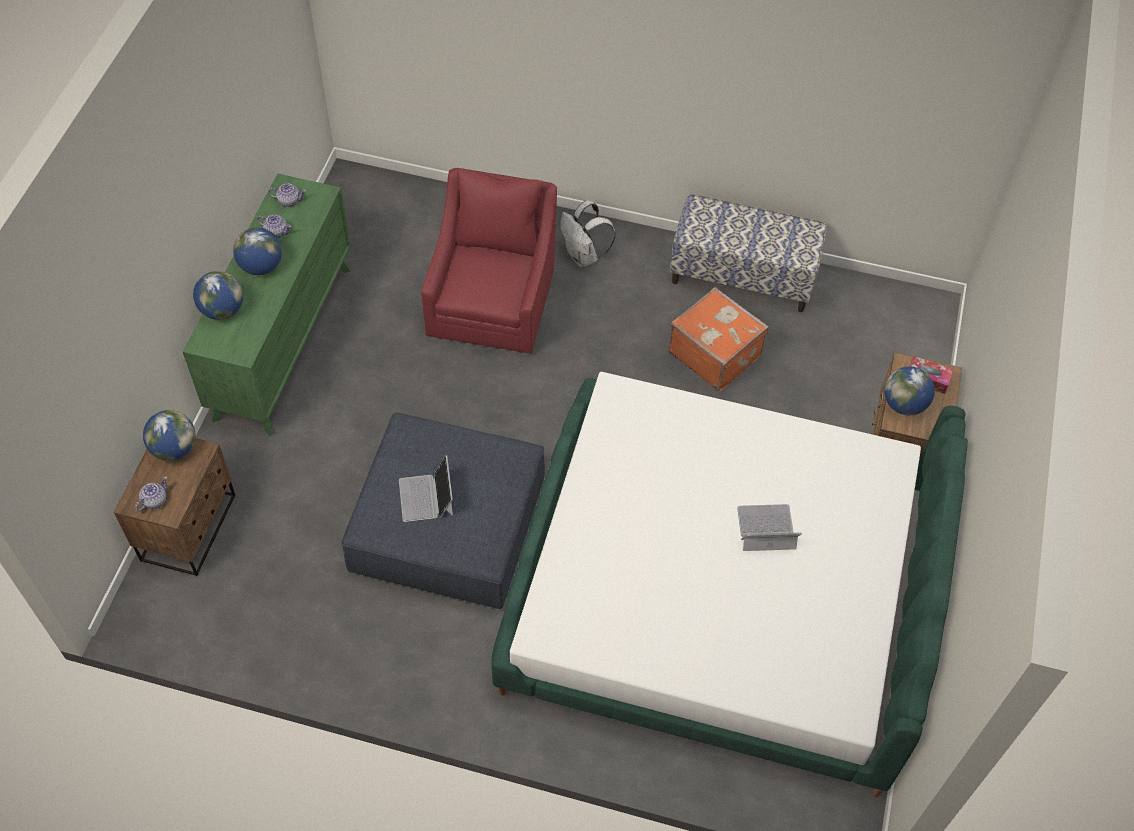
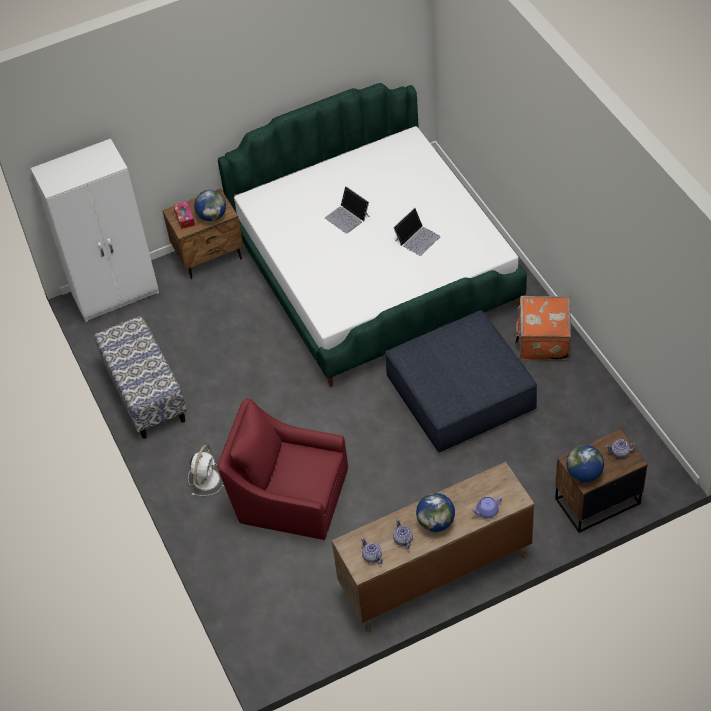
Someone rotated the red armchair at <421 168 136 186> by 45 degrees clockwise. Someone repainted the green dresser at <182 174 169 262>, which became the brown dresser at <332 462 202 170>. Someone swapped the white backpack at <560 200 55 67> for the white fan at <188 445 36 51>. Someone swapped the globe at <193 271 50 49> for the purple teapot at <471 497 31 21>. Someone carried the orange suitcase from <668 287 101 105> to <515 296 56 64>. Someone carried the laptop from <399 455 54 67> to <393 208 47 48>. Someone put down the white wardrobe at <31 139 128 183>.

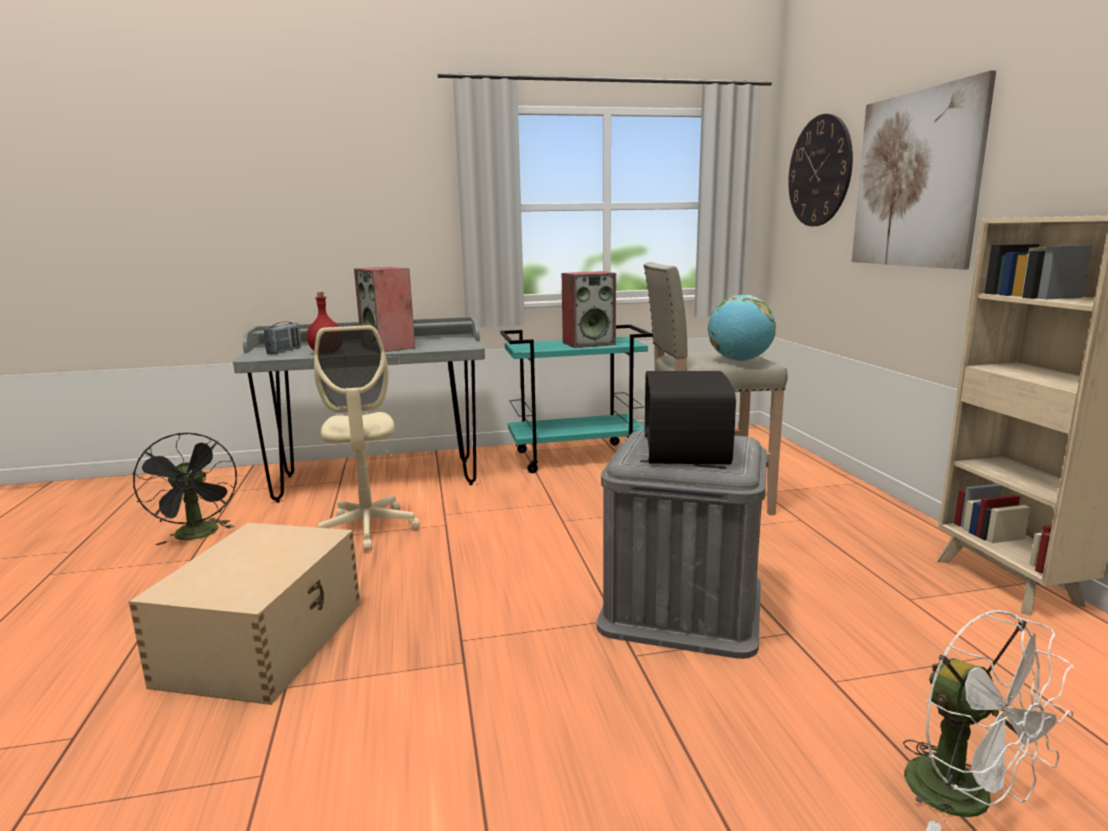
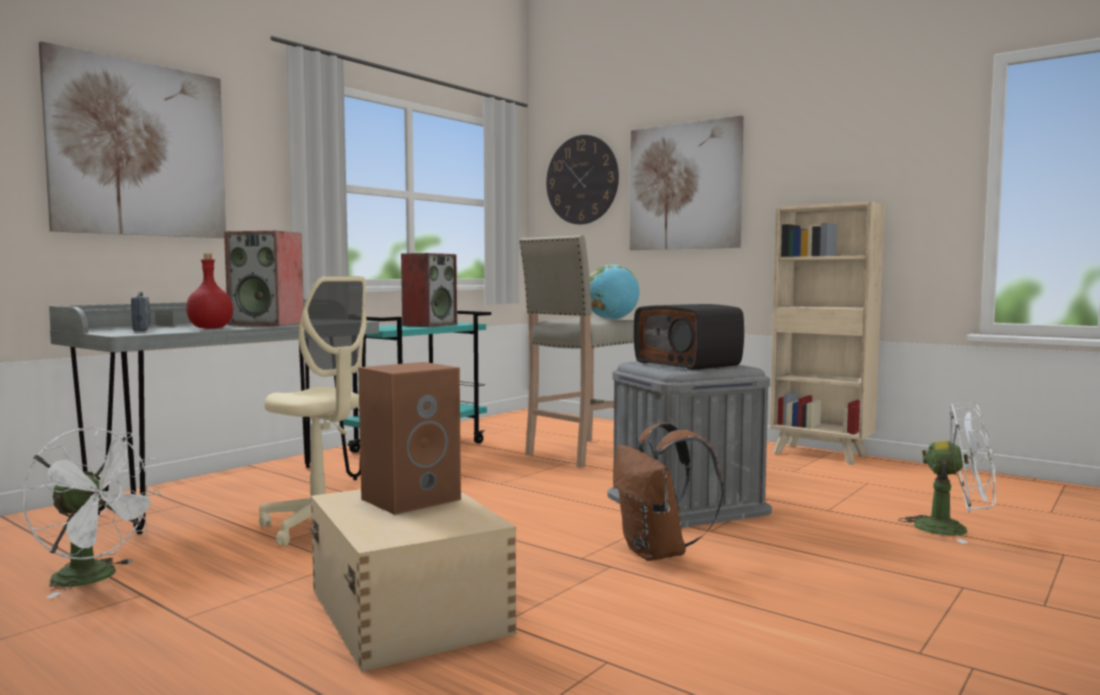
Someone repainted the black fan at <132 433 105 112>, which became the white fan at <22 427 140 171>. Someone put up the picture at <39 41 187 197>. Someone put down the brown speaker at <358 362 103 153>. Someone put down the brown backpack at <613 422 110 139>.

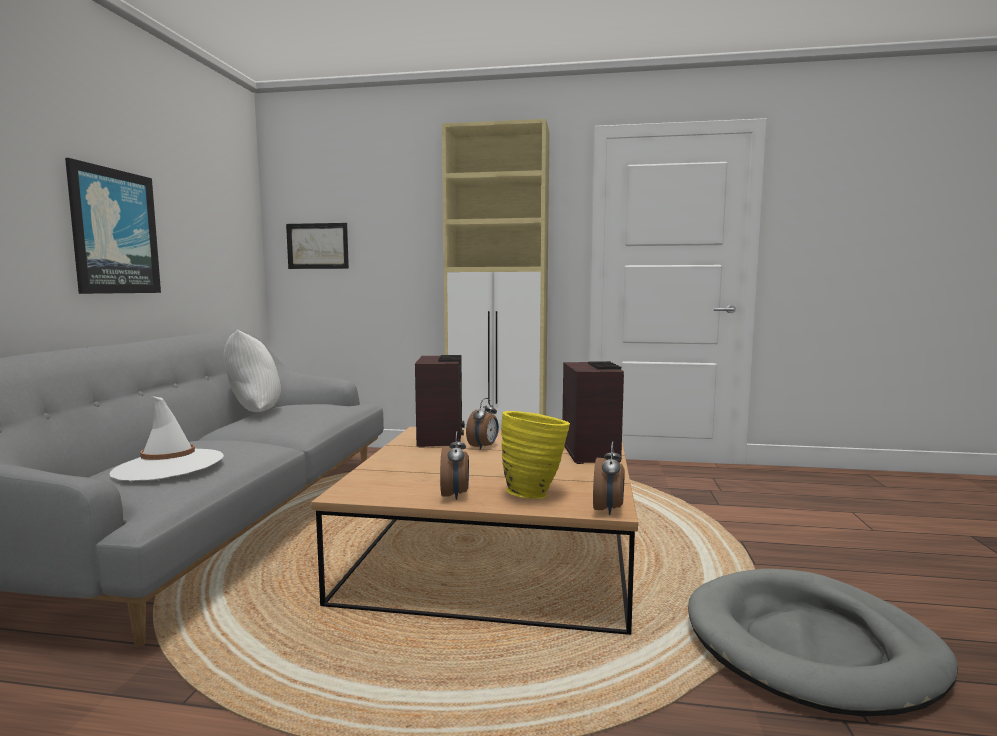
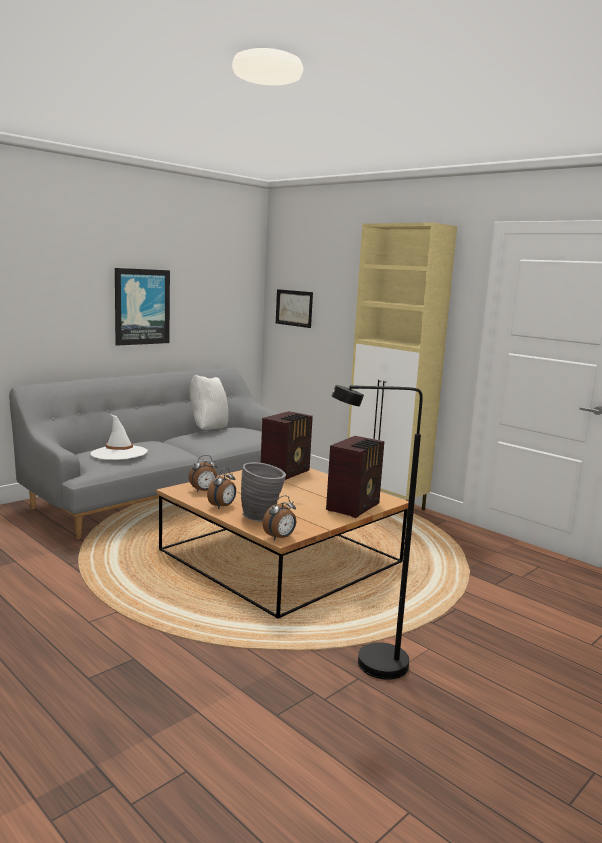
Someone carried the alarm clock from <466 398 33 52> to <189 455 29 37>. Someone repainted the yellow vase at <501 411 69 88>, which became the grey vase at <241 462 45 60>. Someone swapped the grey dog bed at <688 569 270 147> for the black floor lamp at <332 385 91 295>.

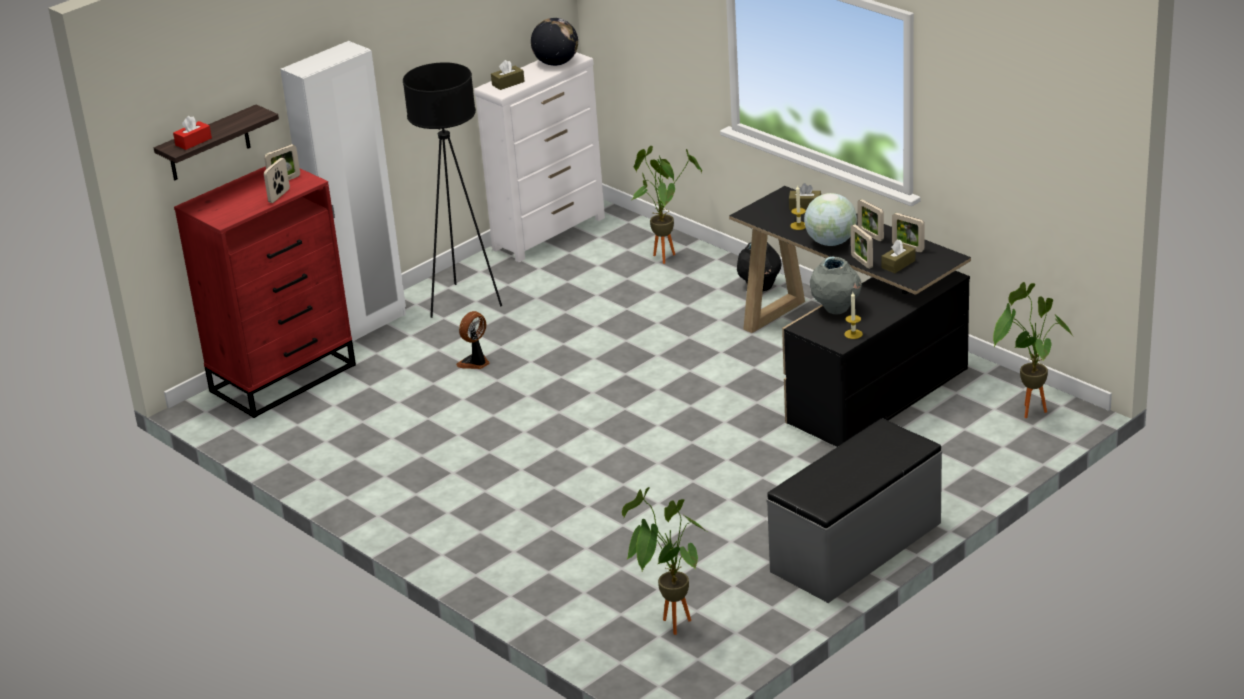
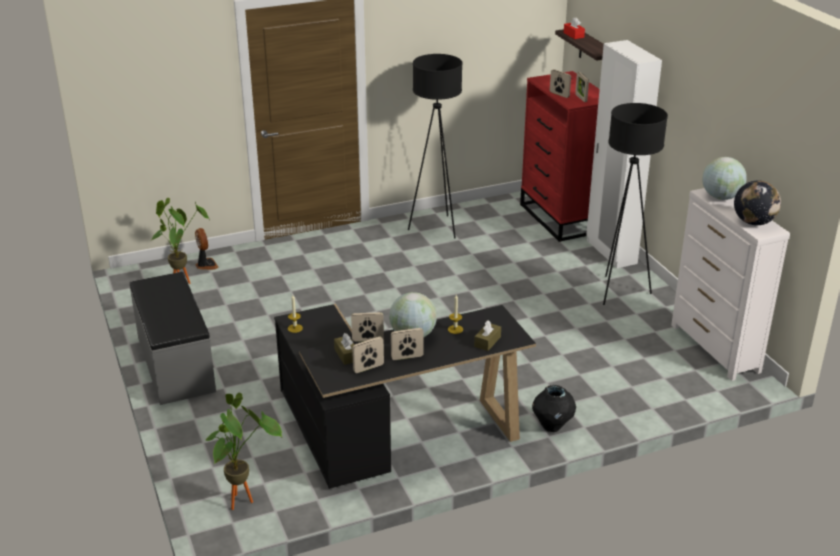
Someone swapped the brown tissue box at <491 60 34 30> for the globe at <702 157 45 43>. Someone took away the potted plant at <632 146 70 118>. Someone took away the grey vase at <810 257 52 57>. Someone carried the fan from <456 311 34 58> to <195 228 24 42>. Someone put down the black floor lamp at <408 54 55 185>.

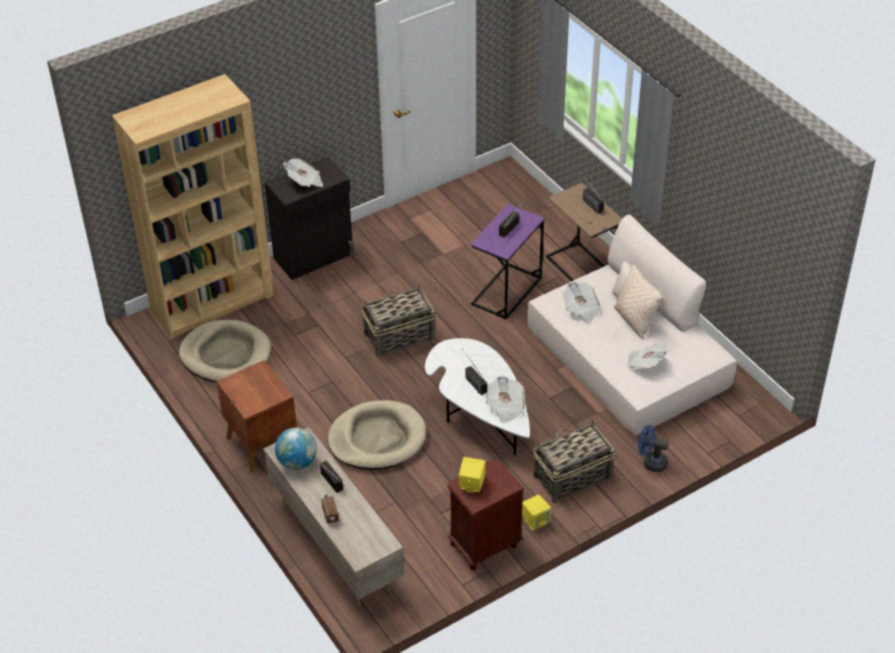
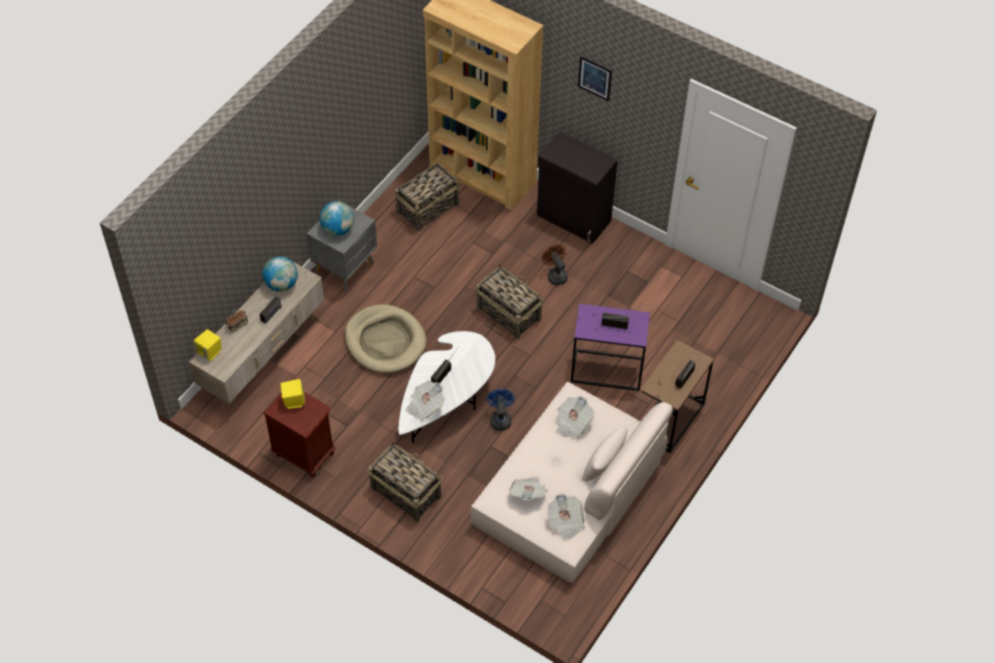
Someone carried the newspaper from <284 159 39 28> to <547 493 38 48>. Someone took away the beige pillow at <614 264 48 76>. Someone swapped the beige dog bed at <179 319 92 63> for the basket at <395 163 65 69>. Someone repainted the brown nightstand at <216 360 81 112>, which became the grey nightstand at <307 200 70 93>. Someone carried the blue fan from <638 425 31 47> to <487 389 28 42>. Someone carried the yellow speaker from <522 495 29 35> to <194 329 28 32>. Someone put up the picture at <578 56 34 45>. Someone put down the globe at <320 201 34 35>. Someone put down the brown fan at <542 245 26 40>.

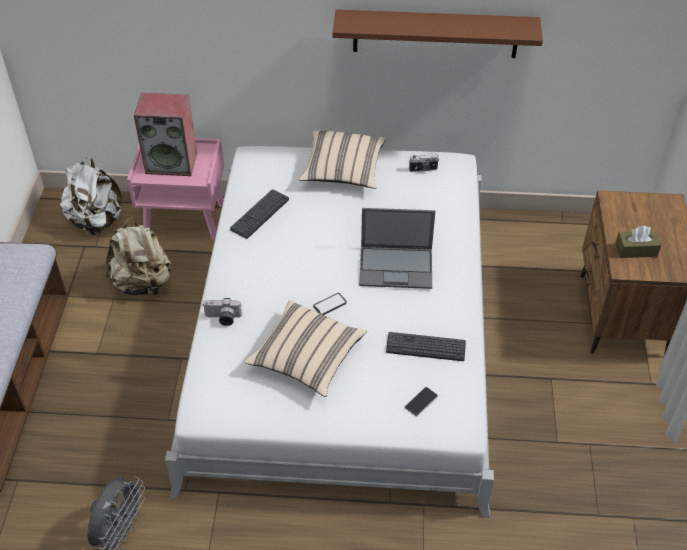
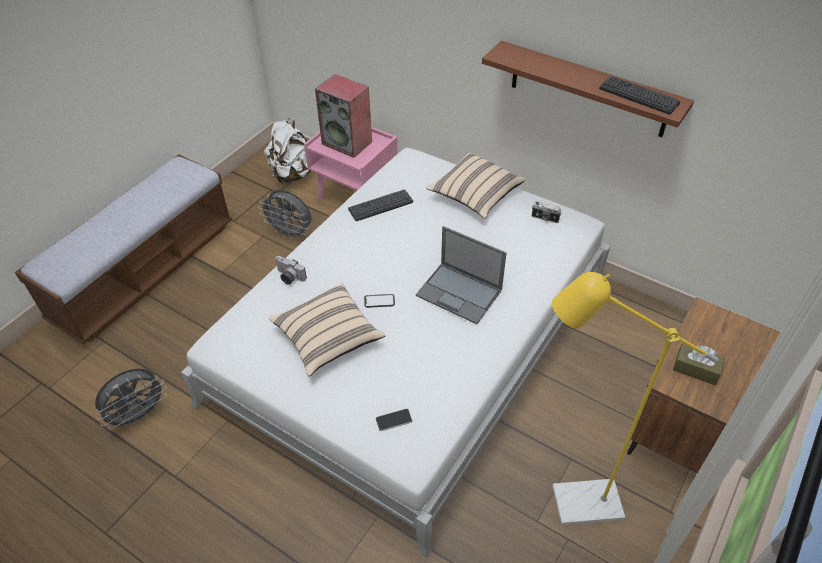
Someone swapped the beige backpack at <105 217 67 79> for the grey fan at <258 190 54 50>. Someone carried the keyboard from <386 332 80 29> to <599 76 81 39>. Someone put down the yellow floor lamp at <552 272 167 253>.

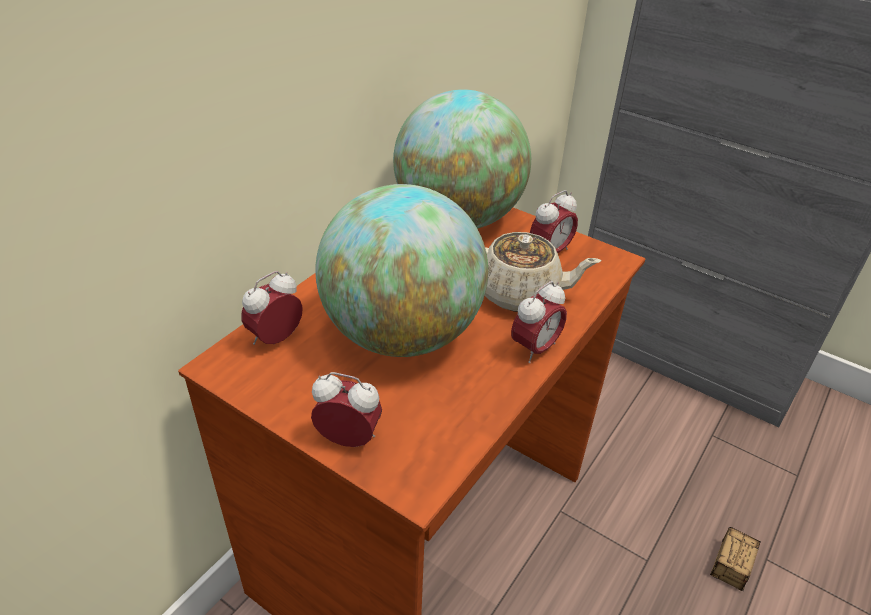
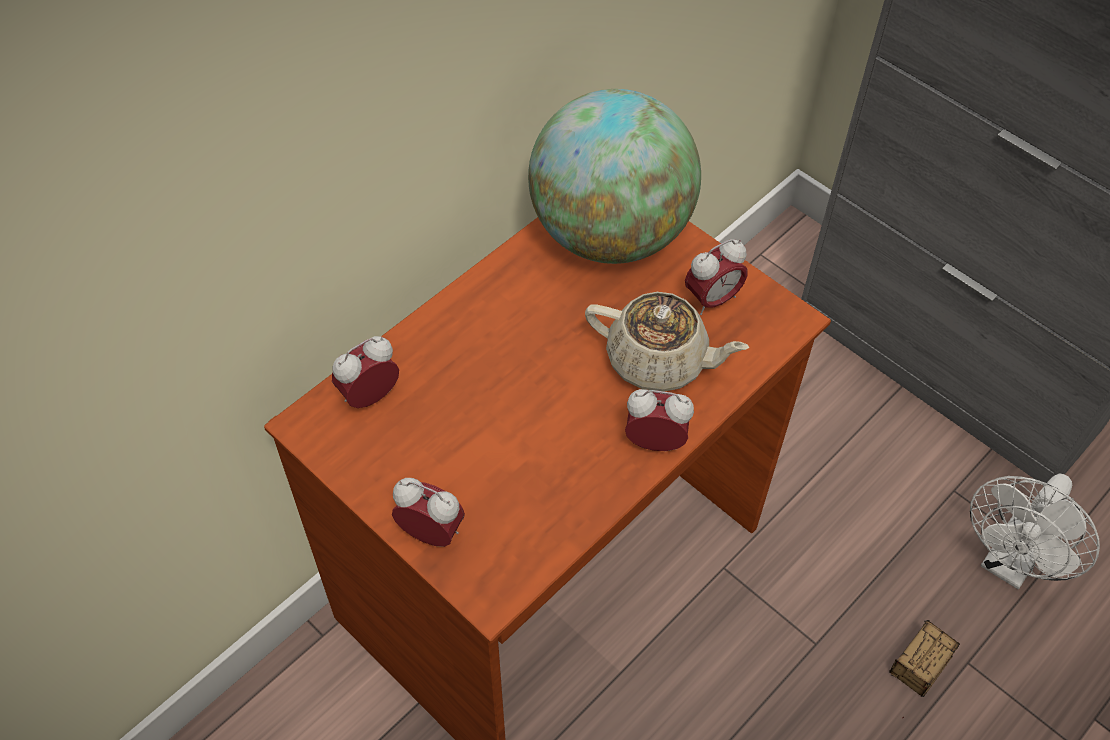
Someone took away the globe at <315 184 173 173>. Someone rotated the alarm clock at <511 281 56 82> by 135 degrees counterclockwise. Someone put down the white fan at <970 474 130 115>.

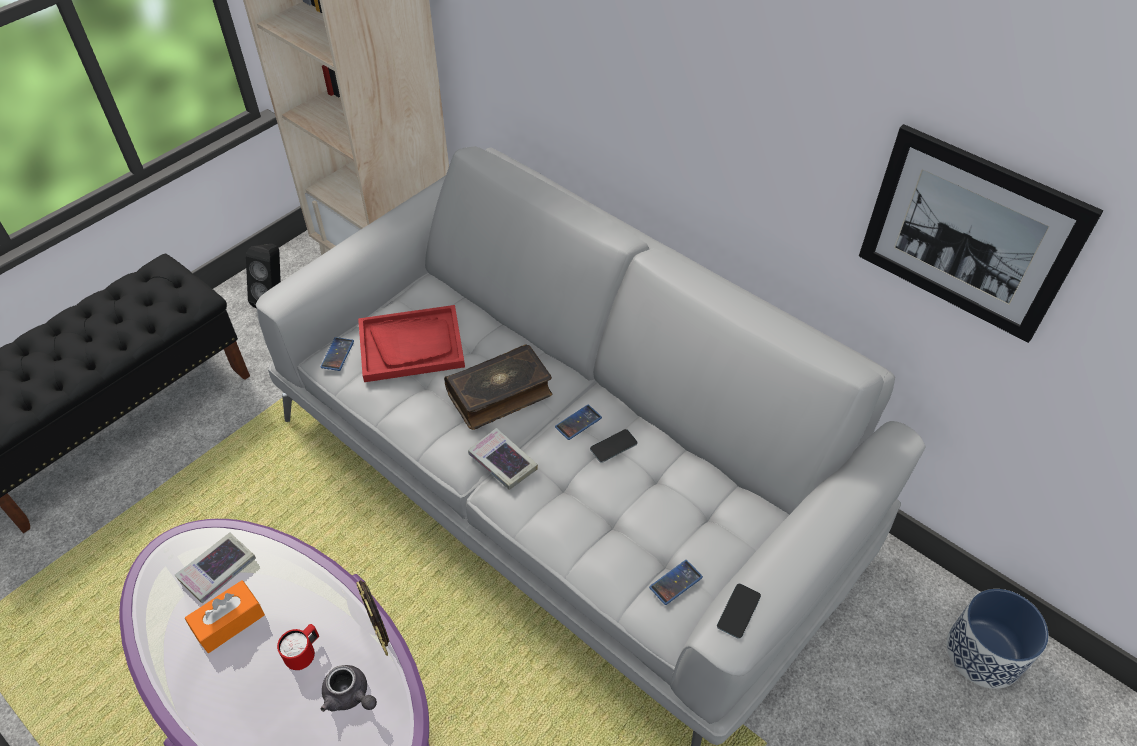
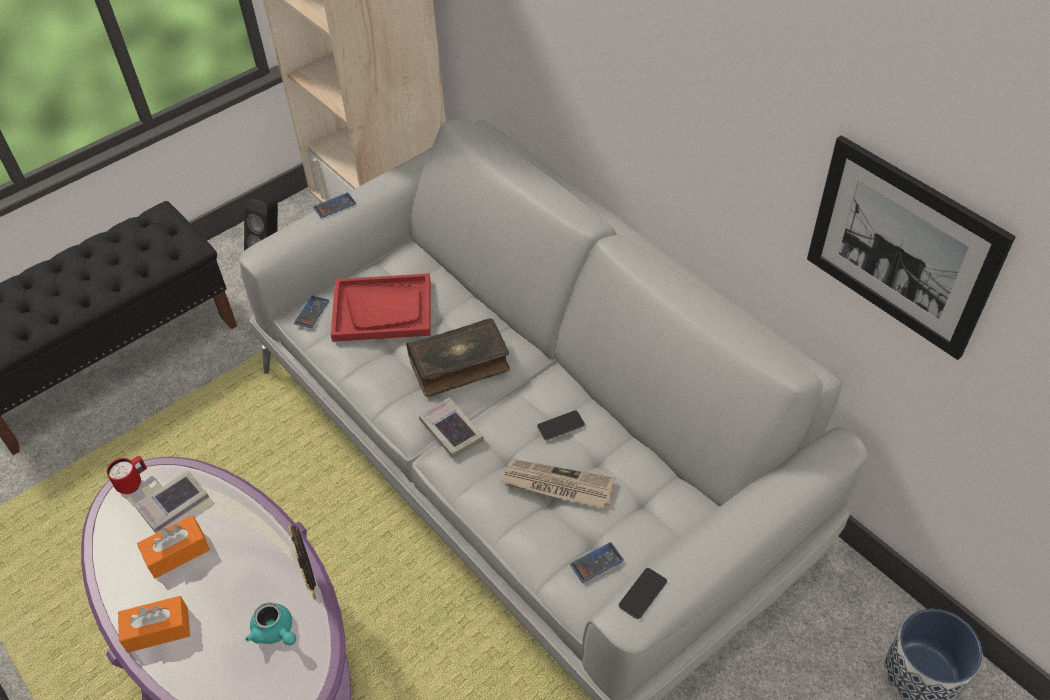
Someone carried the phone from <555 405 47 35> to <313 193 43 25>. Someone carried the red mug from <277 624 42 46> to <106 456 41 38>. Someone repainted the grey teapot at <321 665 56 47>, which became the turquoise teapot at <245 602 51 43>. Someone put down the newspaper at <501 459 114 50>. Someone put down the orange tissue box at <118 596 72 57>.

